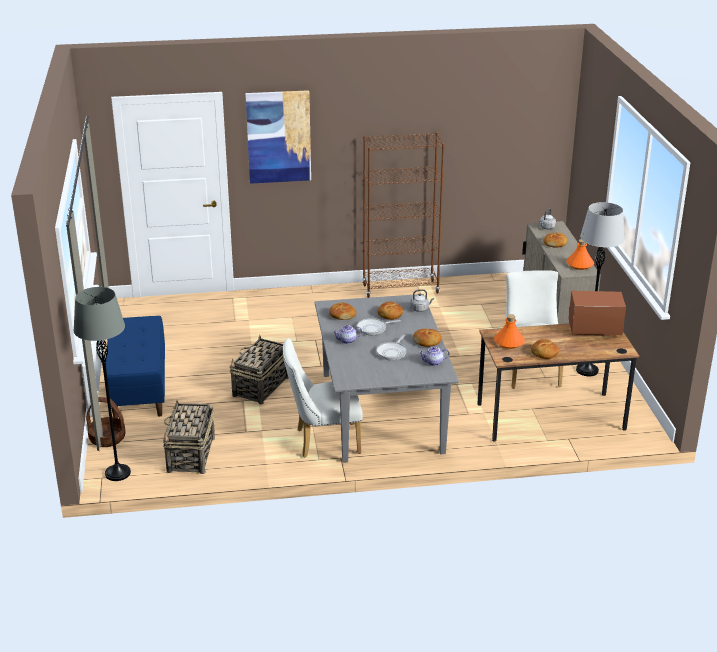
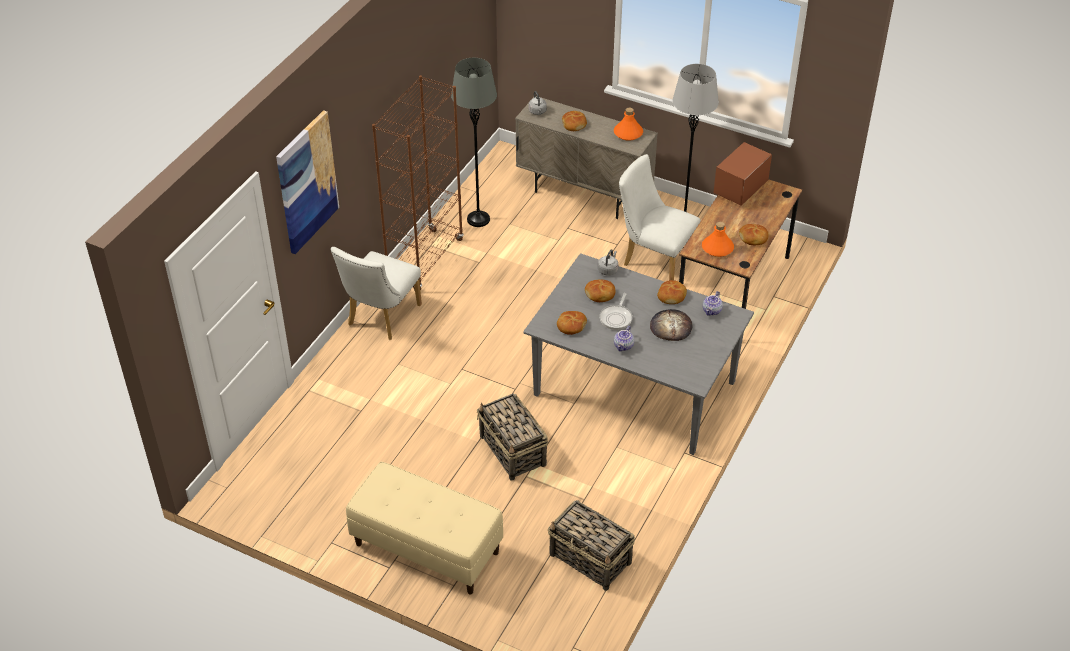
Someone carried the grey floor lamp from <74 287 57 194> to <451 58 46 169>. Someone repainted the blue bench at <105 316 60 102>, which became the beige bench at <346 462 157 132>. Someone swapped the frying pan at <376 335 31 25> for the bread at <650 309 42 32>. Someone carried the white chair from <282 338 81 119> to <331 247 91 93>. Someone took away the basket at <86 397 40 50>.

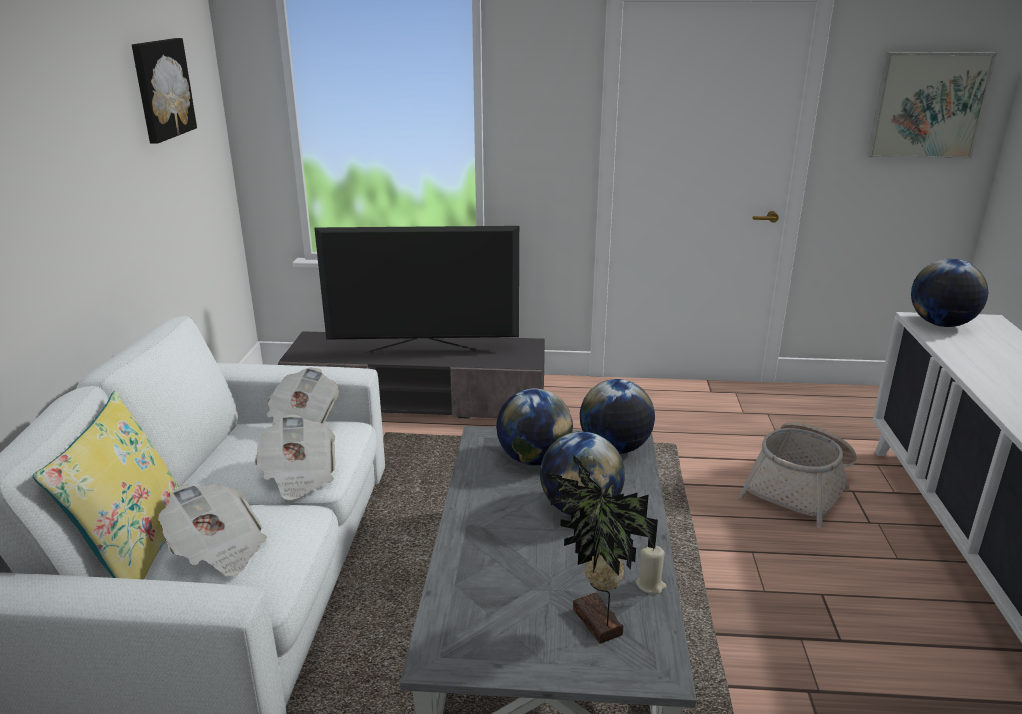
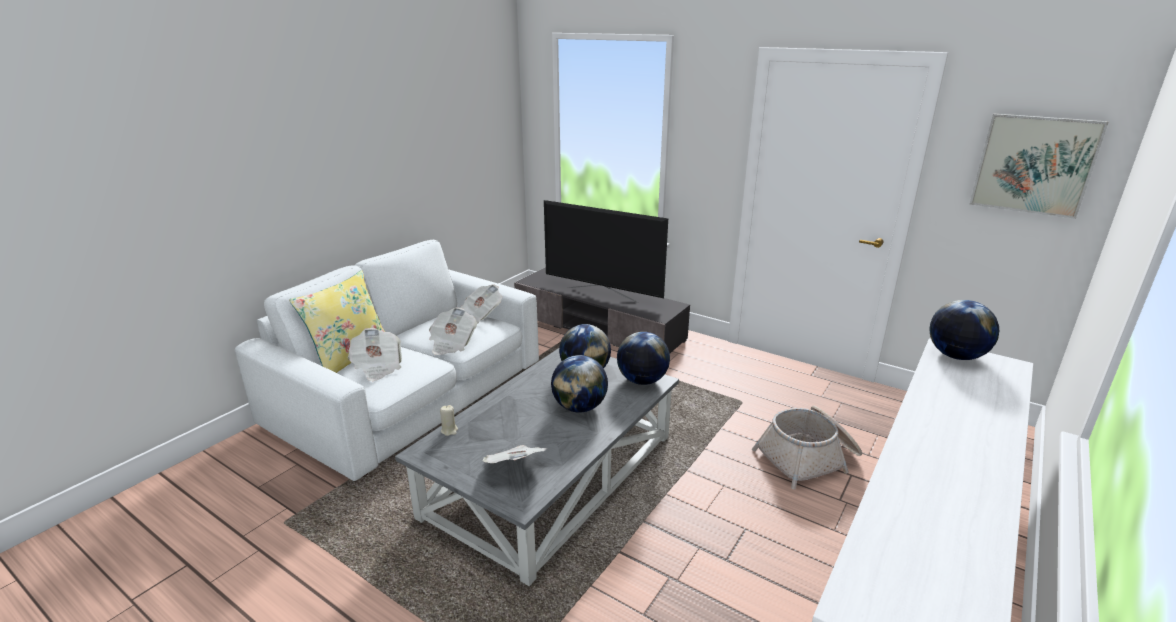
Someone took away the picture at <132 38 65 106>. Someone swapped the potted plant at <546 455 112 189> for the newspaper at <482 445 65 18>. Someone carried the beige candle from <635 546 31 48> to <440 405 18 31>.

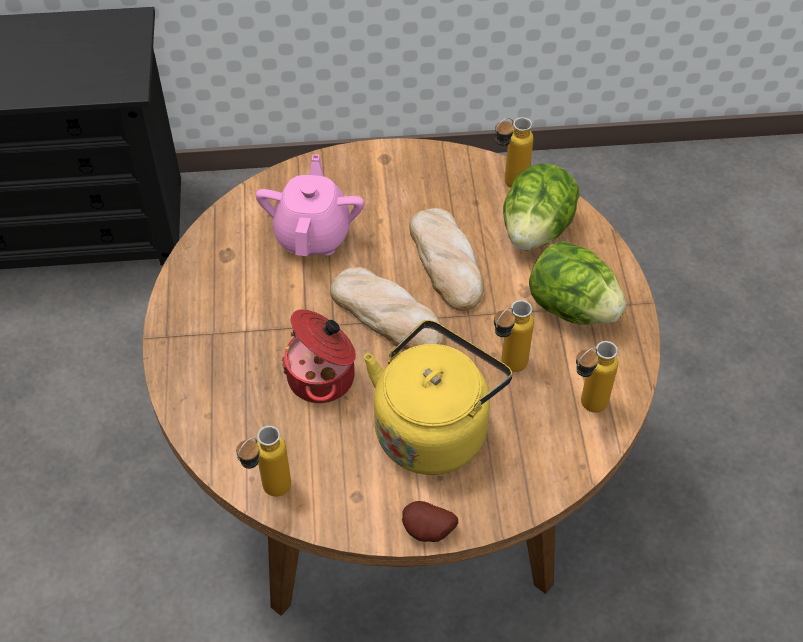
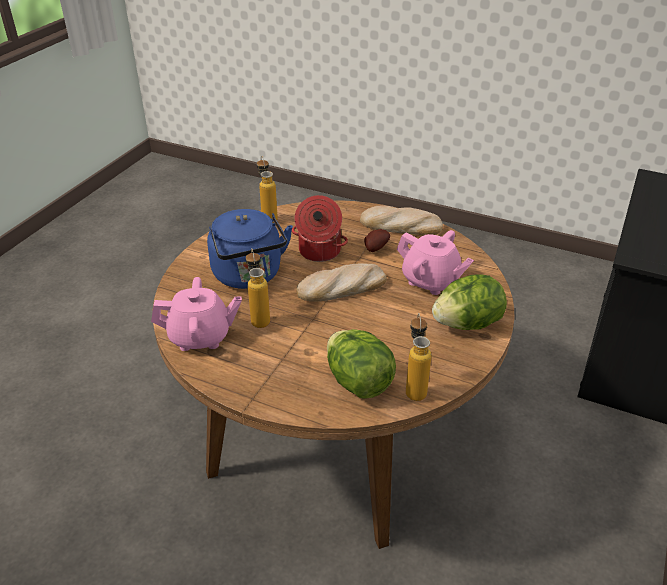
Someone carried the bread from <409 208 75 103> to <360 205 83 31>. Someone carried the lettuce from <529 241 97 84> to <432 274 75 56>. Someone repainted the yellow kettle at <364 320 148 155>, which became the blue kettle at <207 209 86 80>. Someone swapped the bottle at <576 341 42 72> for the pink teapot at <151 277 91 74>. Someone carried the potato from <402 501 56 41> to <364 229 26 23>.

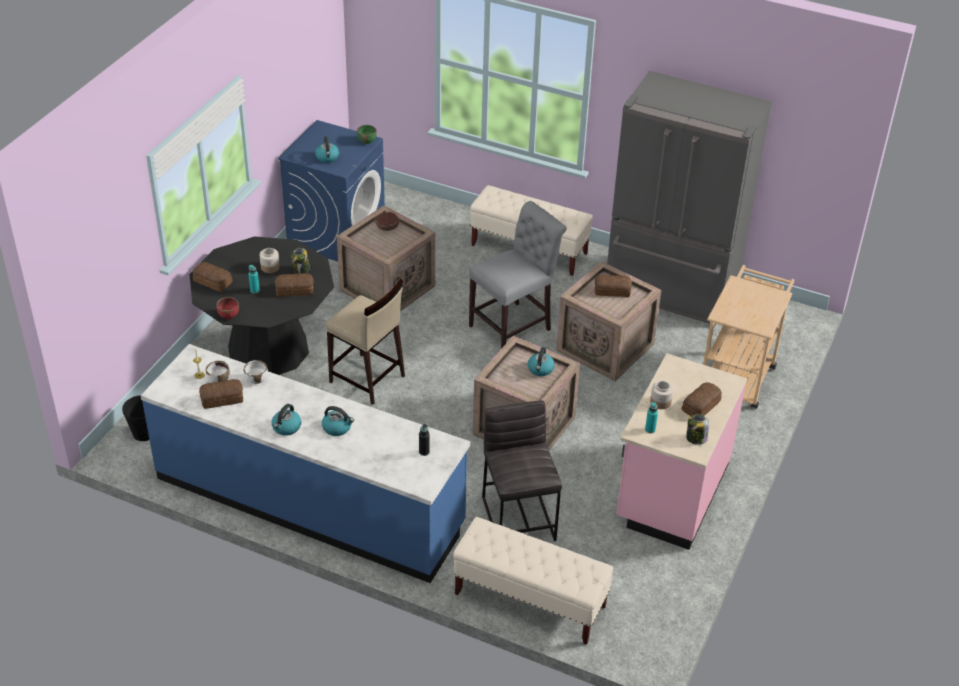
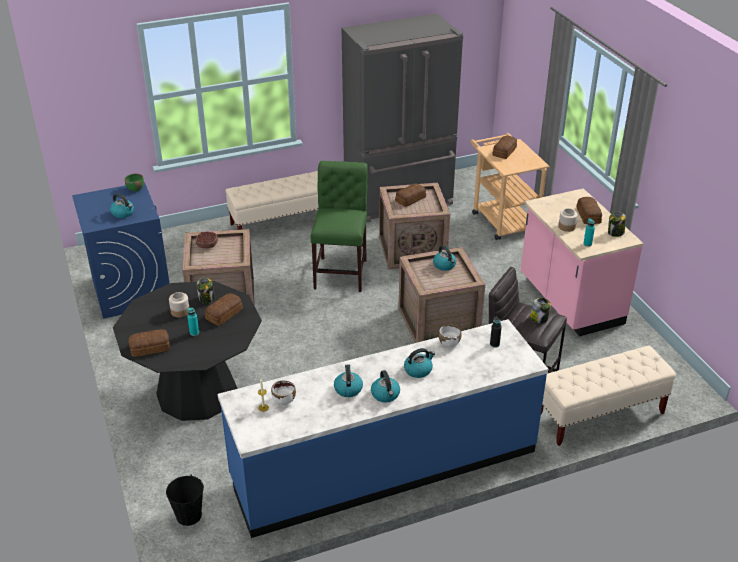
Someone repainted the grey chair at <469 201 98 148>, which became the green chair at <311 161 57 131>. Someone took away the beige stool at <326 279 79 126>. Someone took away the red bowl at <216 297 23 22>. Someone carried the white bowl from <244 360 24 24> to <438 324 24 23>. Someone carried the bread from <199 379 44 30> to <492 136 25 23>. Someone put down the jar at <530 298 21 25>. Someone put down the kettle at <334 365 29 32>.

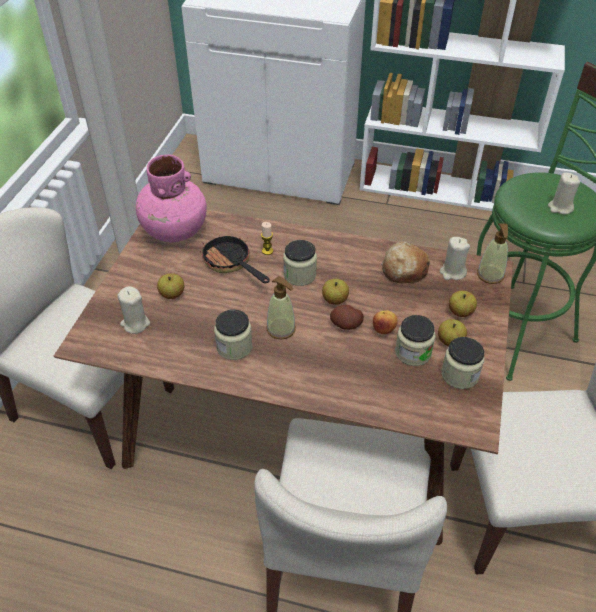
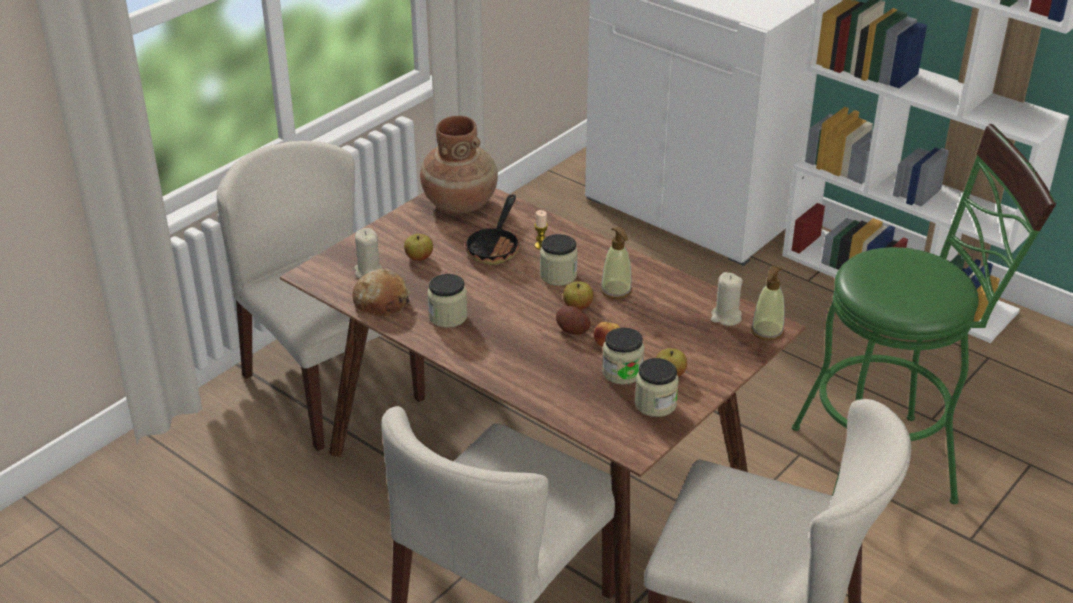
Someone repainted the pink vase at <136 154 71 88>, which became the brown vase at <420 116 78 97>. Someone took away the beige candle at <548 173 32 41>. Someone rotated the frying pan at <199 234 71 49> by 150 degrees counterclockwise. Someone carried the bread from <381 242 49 42> to <352 268 59 48>. Someone carried the soap dispenser from <266 276 30 64> to <601 226 31 73>. Someone took away the apple at <449 291 28 26>.

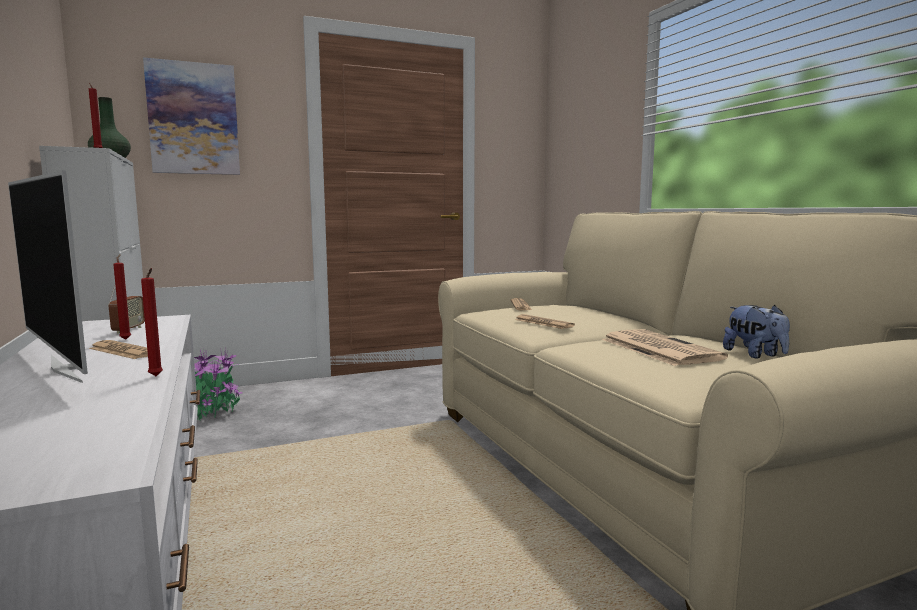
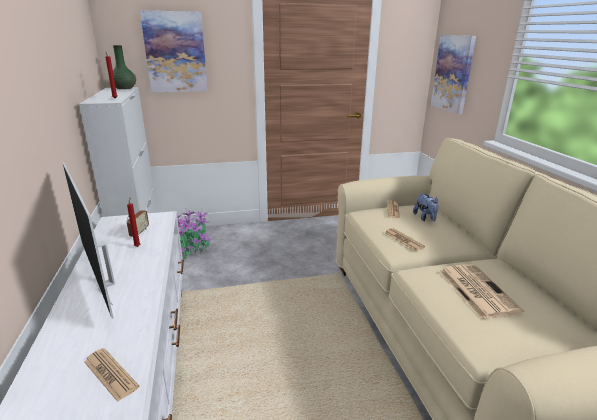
Someone took away the red candle at <141 268 22 108>. Someone carried the plush toy from <723 305 67 54> to <413 193 26 29>. Someone carried the newspaper from <89 340 59 19> to <84 348 55 54>. Someone put up the picture at <431 35 45 79>.

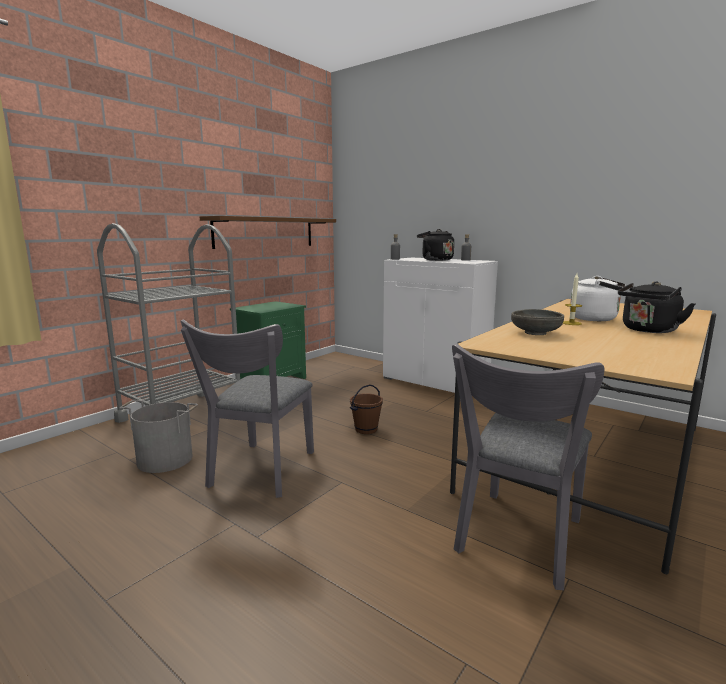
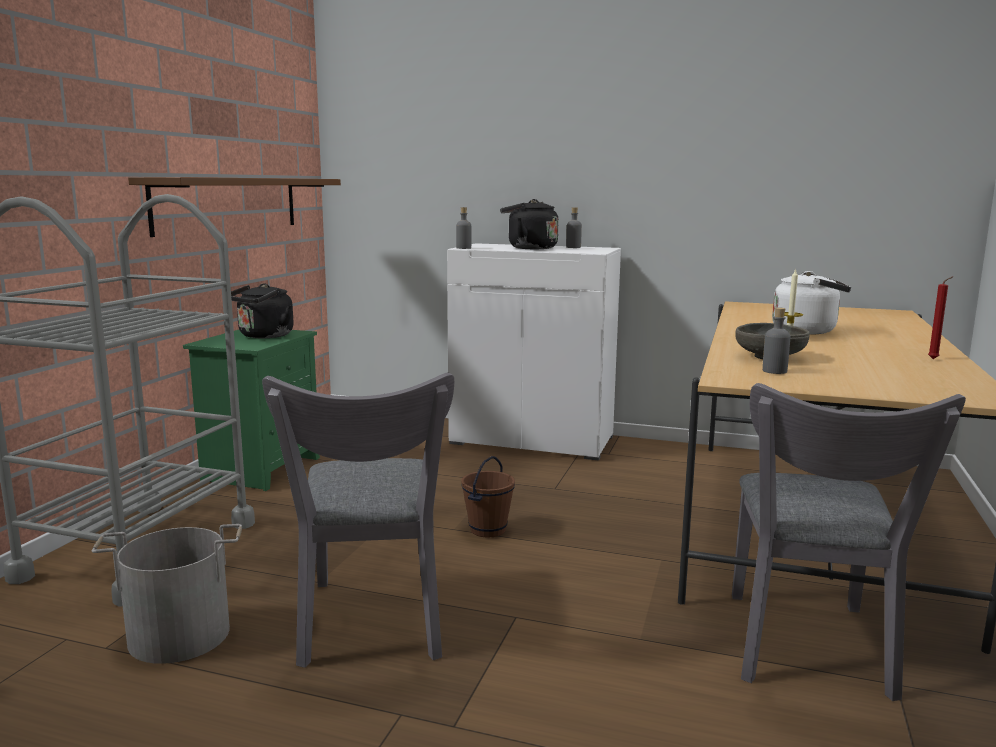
Someone carried the black kettle from <618 281 78 52> to <231 283 63 55>. Someone put down the red candle at <928 276 25 83>. Someone put down the grey bottle at <762 307 28 67>.

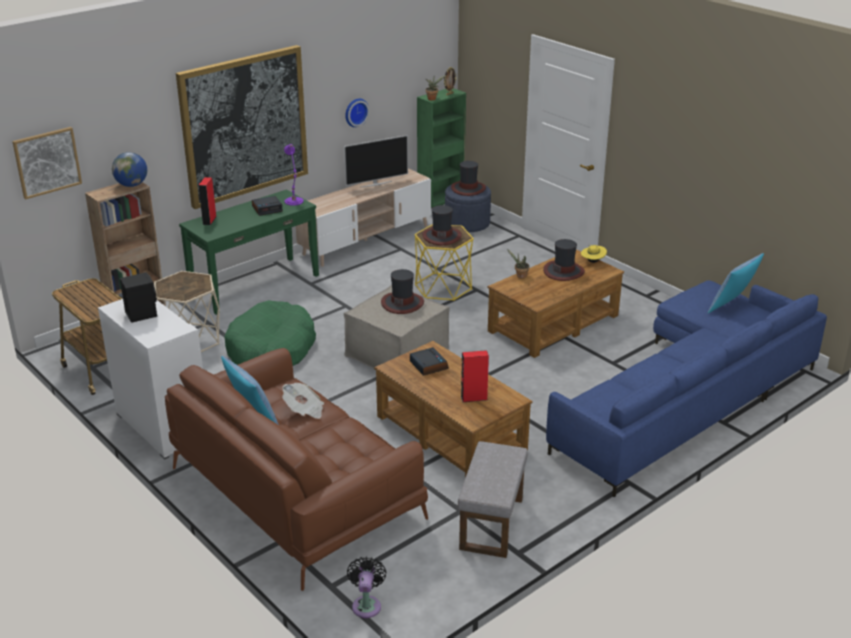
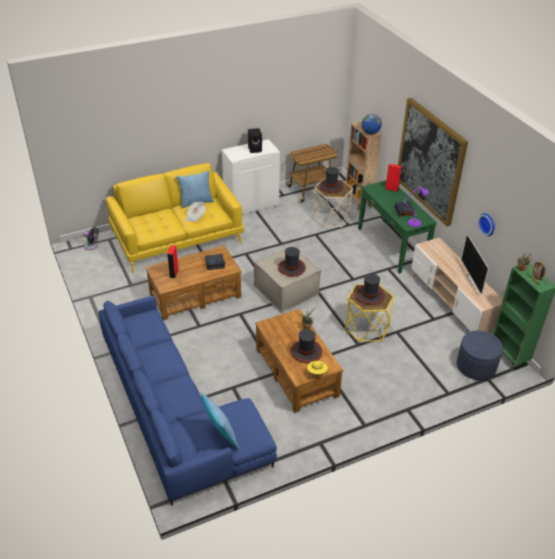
Someone took away the picture at <12 127 70 72>. Someone carried the hat from <451 161 35 35> to <319 167 25 26>. Someone took away the green dog bed at <224 300 92 66>. Someone repainted the brown sofa at <165 348 263 243>, which became the yellow sofa at <106 163 138 111>. Someone took away the grey ottoman at <458 441 70 117>.

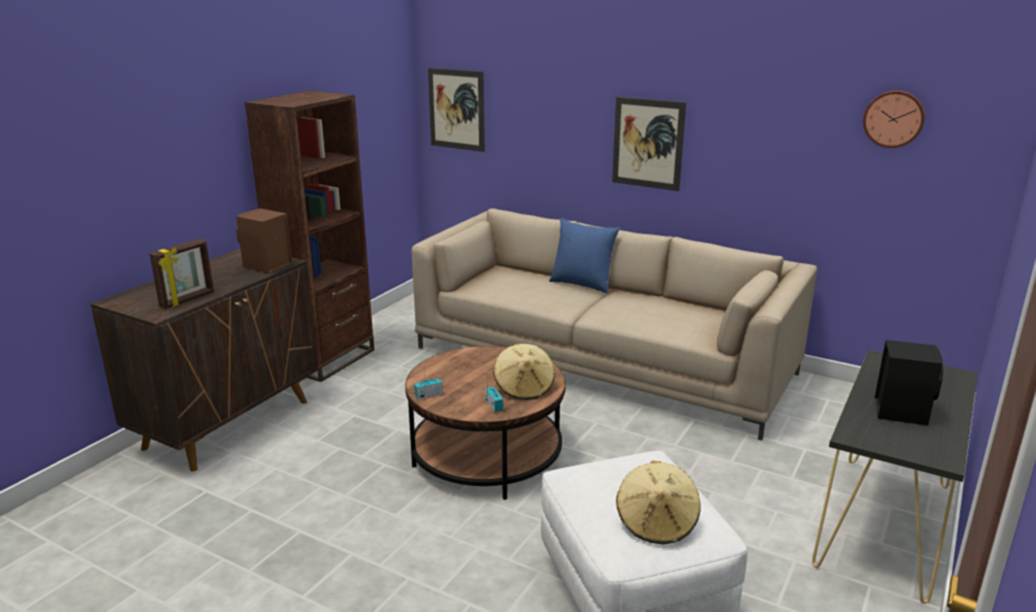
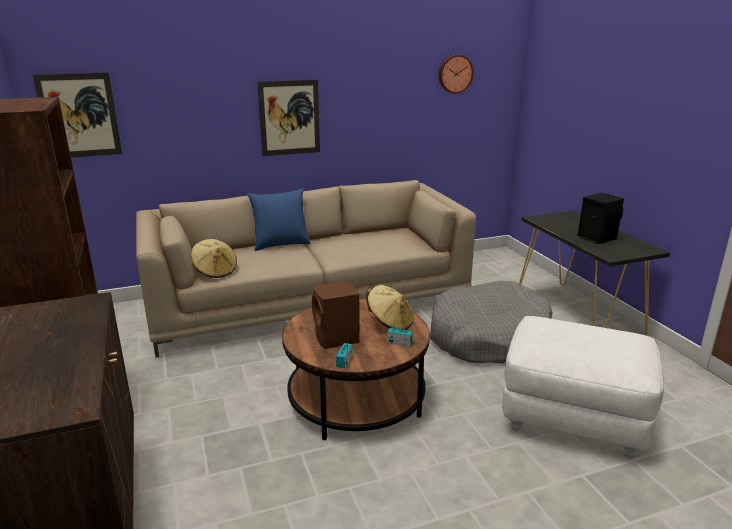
Someone carried the brown speaker from <236 208 56 65> to <312 281 48 68>. Someone took away the picture frame at <149 239 65 70>. Someone carried the beige hat from <616 461 85 83> to <191 239 46 39>. Someone put down the grey dog bed at <430 281 122 82>.

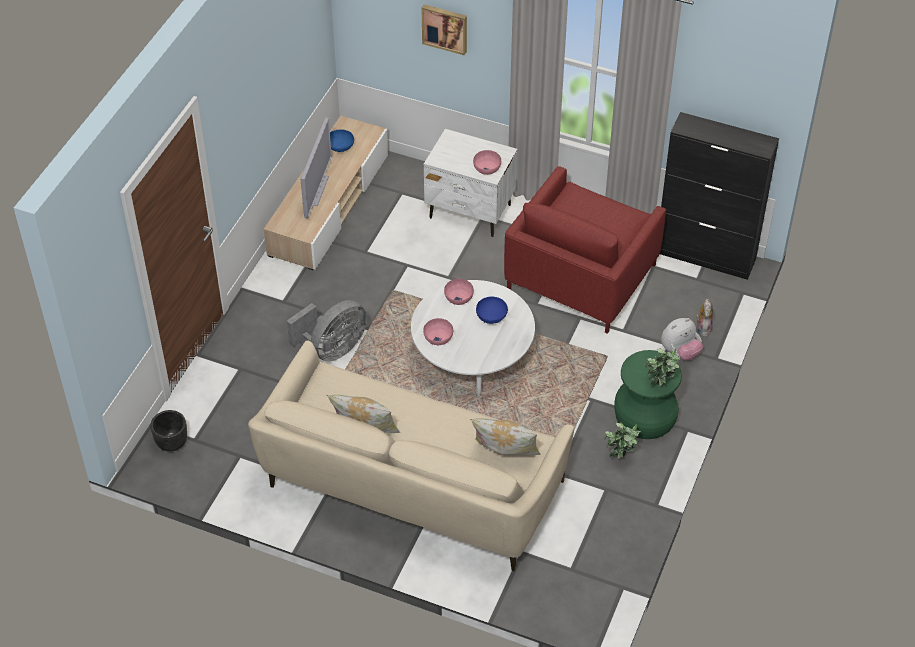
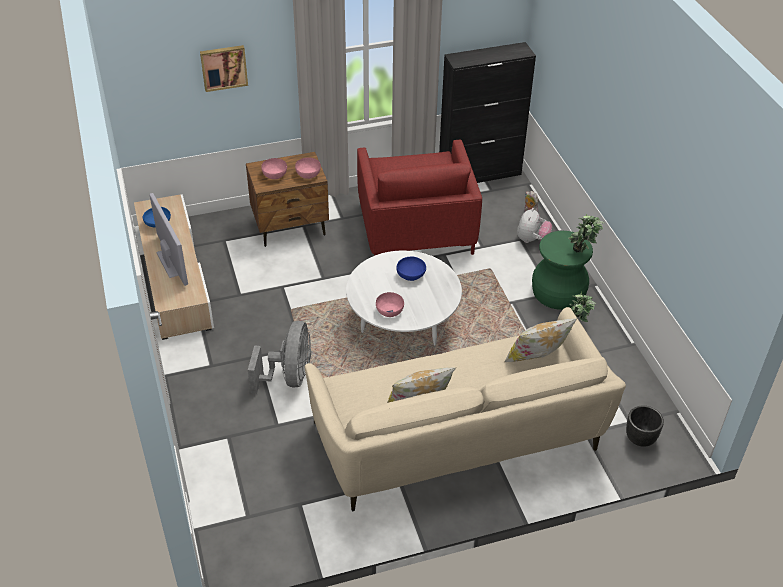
Someone repainted the white nightstand at <424 129 93 108>, which became the brown nightstand at <246 152 83 95>. Someone carried the pink bowl from <444 279 30 26> to <261 158 26 21>. Someone carried the black planter from <150 410 37 42> to <626 405 38 42>.

